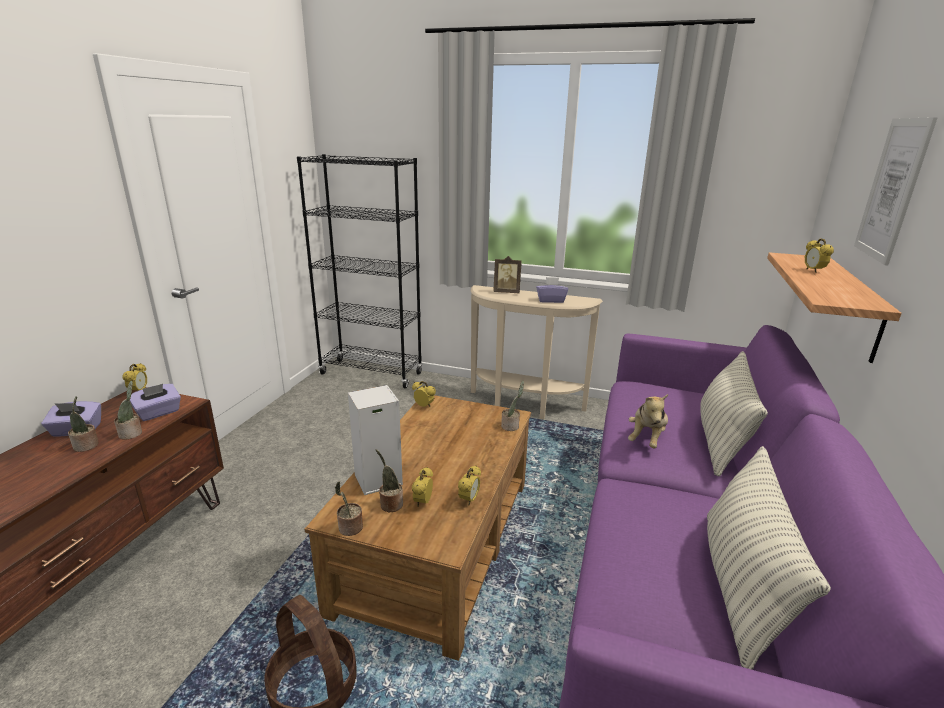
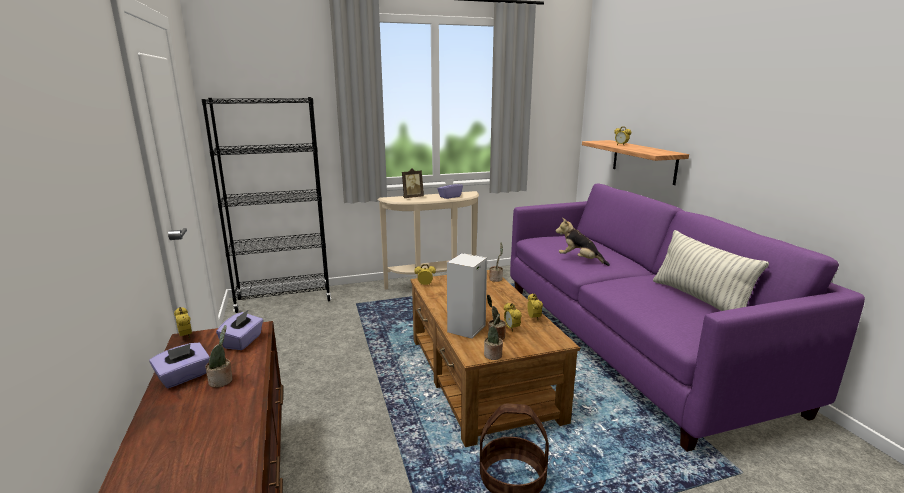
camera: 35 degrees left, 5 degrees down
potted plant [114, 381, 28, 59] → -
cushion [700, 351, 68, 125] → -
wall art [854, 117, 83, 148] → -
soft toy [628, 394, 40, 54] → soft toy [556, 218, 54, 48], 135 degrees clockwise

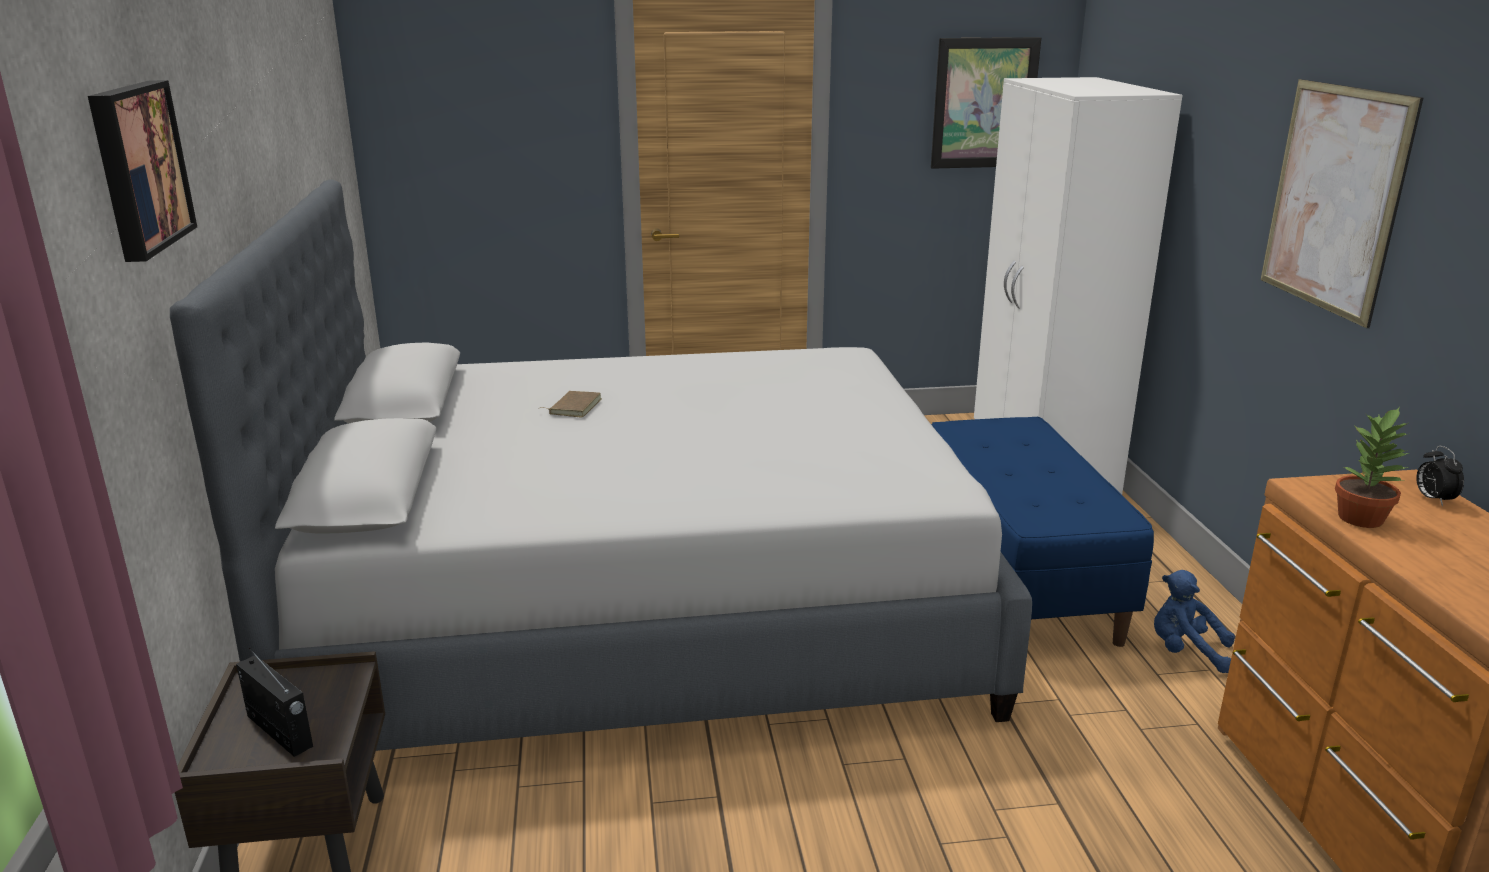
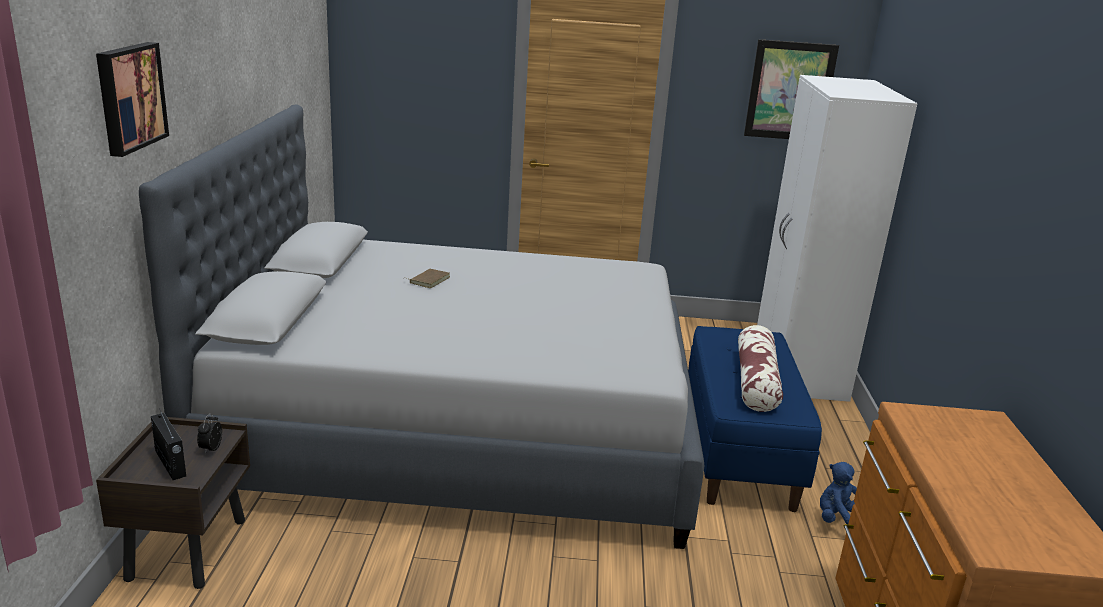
camera: 10 degrees right, 0 degrees up
wall art [1261, 79, 162, 249] → -
potted plant [1335, 407, 74, 121] → -
- → cushion [738, 325, 45, 87]
bedside clock [1416, 446, 48, 60] → bedside clock [197, 413, 25, 41], shifted

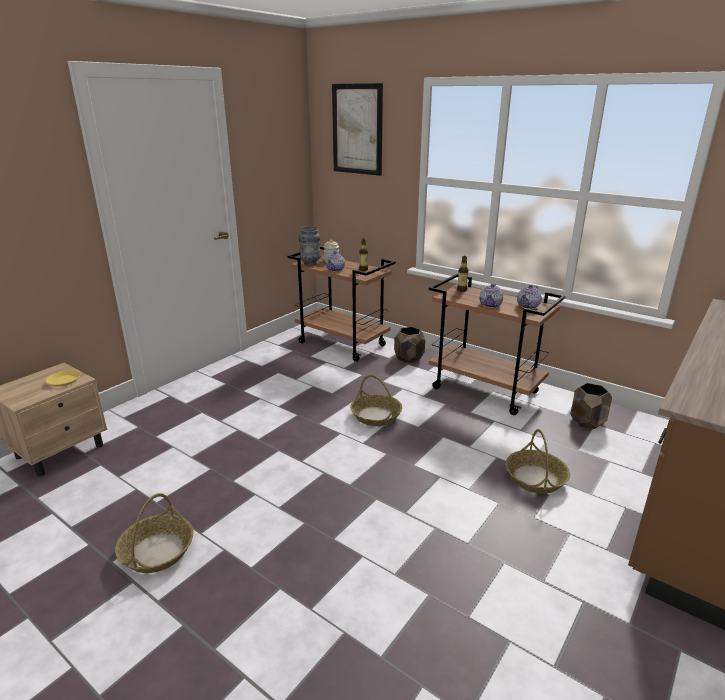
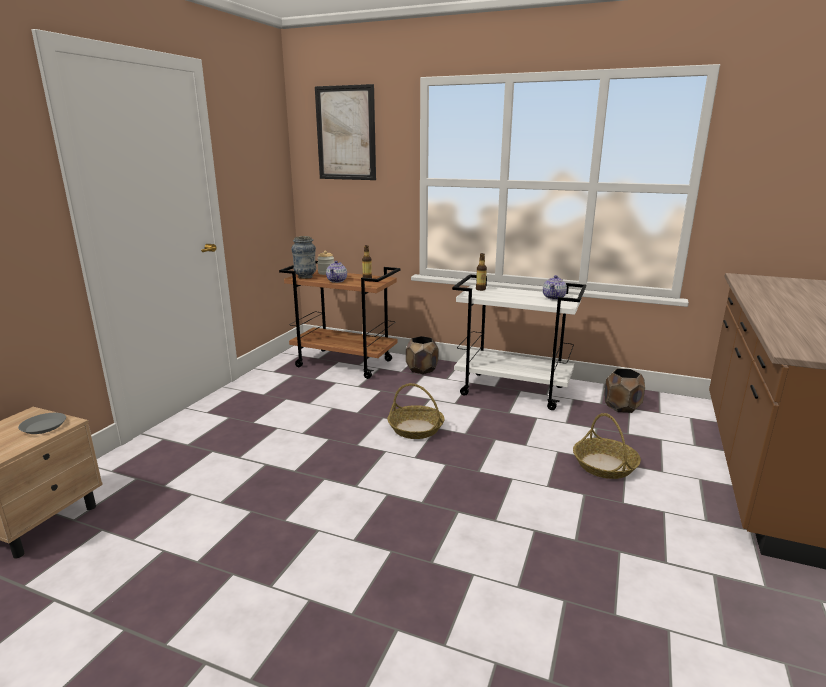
camera: 15 degrees left, 5 degrees down
basket [115, 493, 79, 80] → -
pot for tea [480, 283, 23, 25] → -
yellow flat dish [46, 370, 34, 17] → grey flat dish [18, 413, 48, 21]
brown wheeled cart [429, 274, 136, 141] → white-coloured wheeled cart [452, 274, 134, 136]

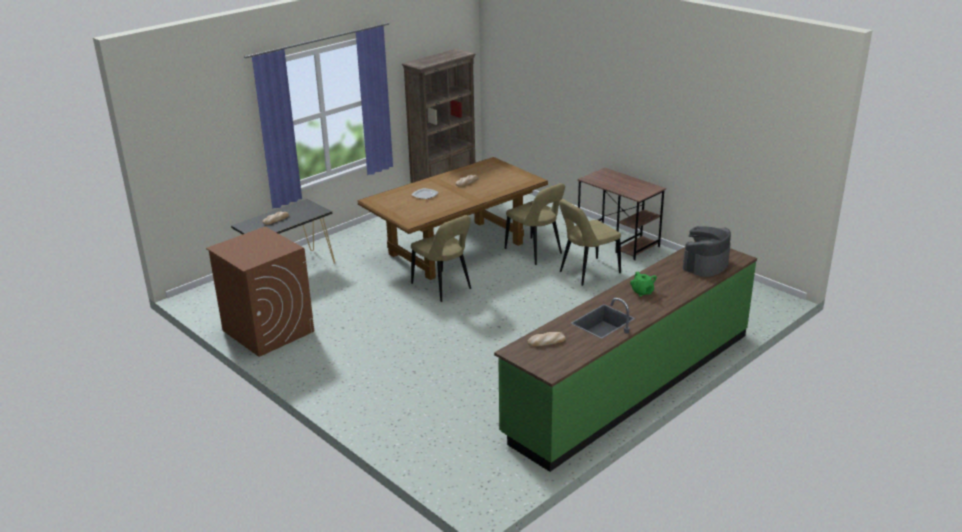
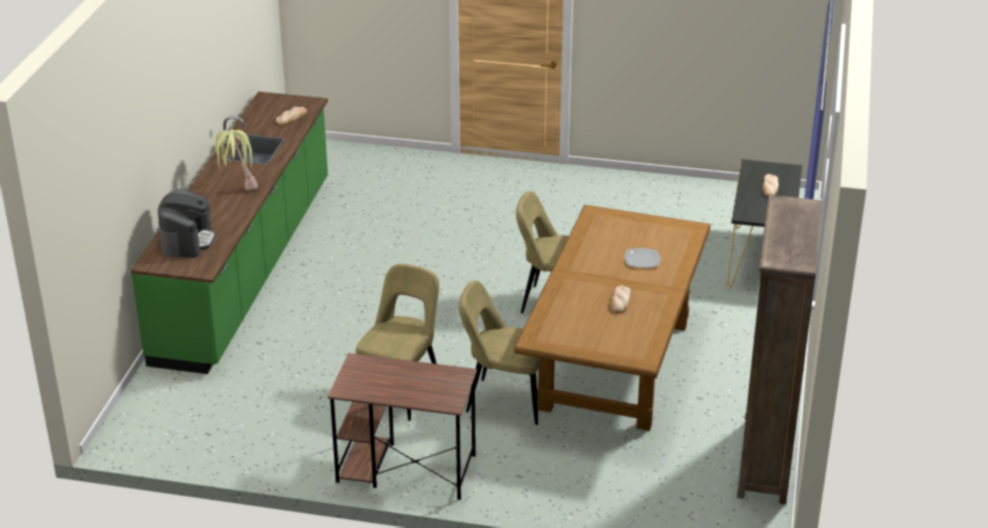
camera: 145 degrees right, 5 degrees up
brown washing machine [206, 227, 108, 130] → -
greenish pot for tea [630, 272, 27, 24] → potted plant [213, 129, 45, 62]

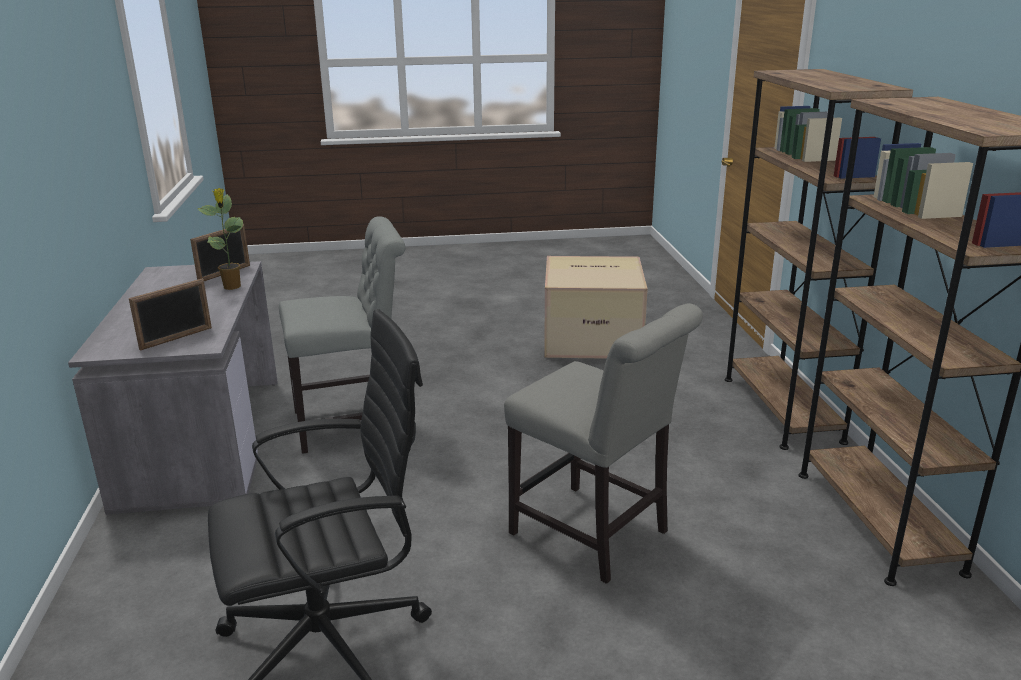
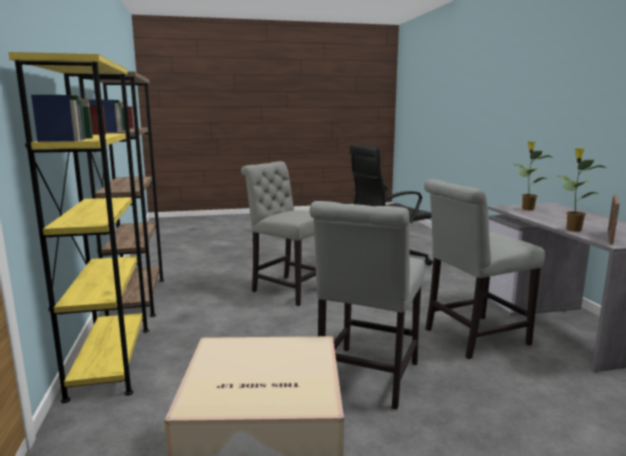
camera: 175 degrees right, 10 degrees down
- → grey upright chair [310, 201, 115, 209]
standing frame [129, 279, 83, 71] → potted plant [514, 141, 40, 69]
brown shelving unit [725, 69, 188, 381] → yellow shelving unit [8, 52, 141, 351]

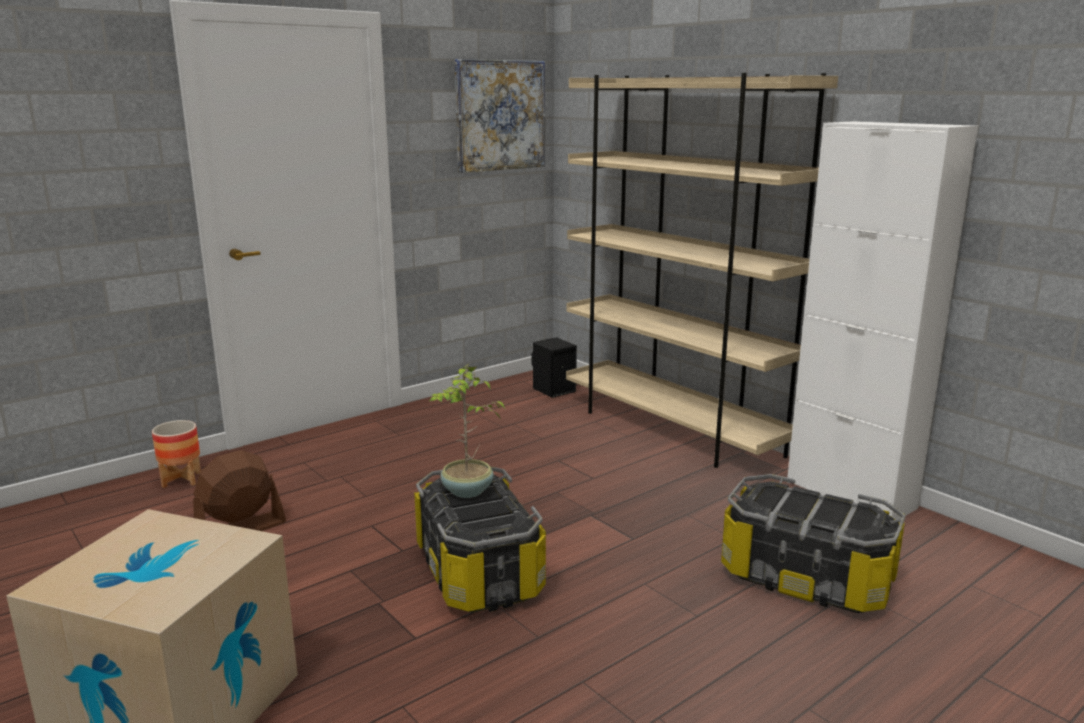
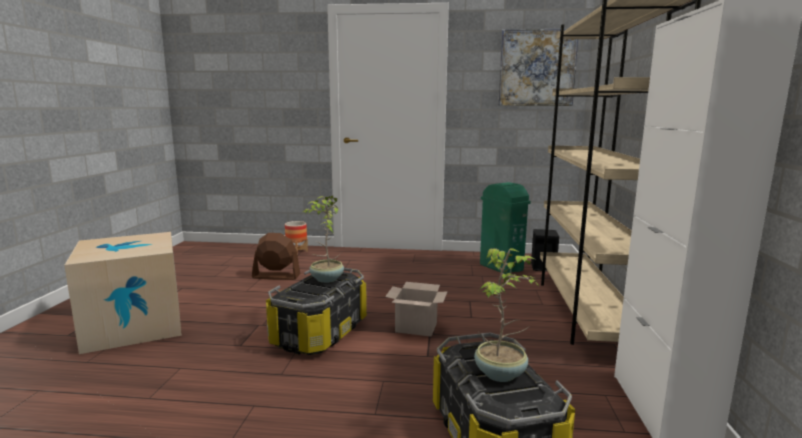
camera: 45 degrees right, 5 degrees down
- → cardboard box [385, 282, 63, 55]
- → potted plant [474, 248, 65, 134]
- → greenish rubbish bin [480, 182, 51, 92]

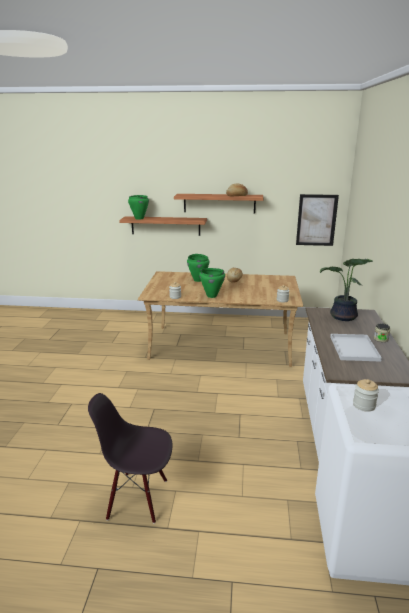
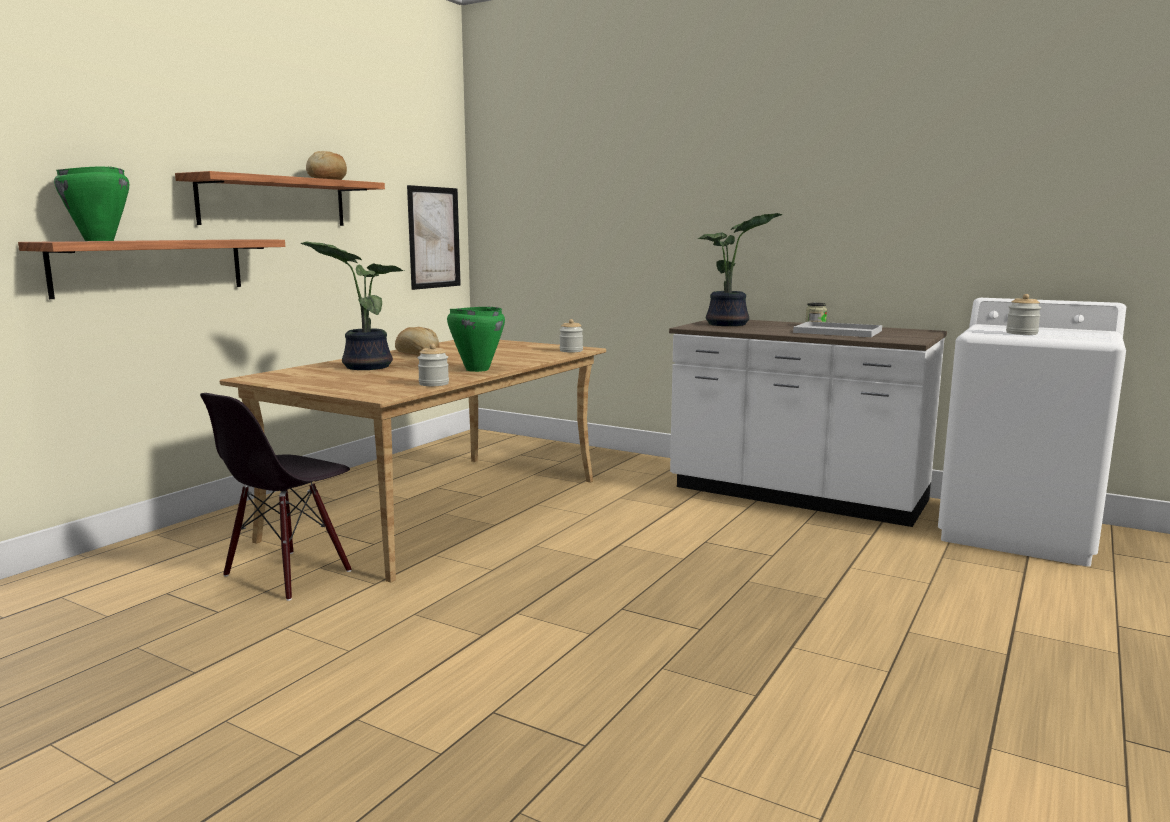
camera: 65 degrees left, 10 degrees down
blackish upright chair [88, 393, 84, 131] → blackish upright chair [200, 393, 151, 208], shifted
greenish cooking pot [187, 254, 22, 28] → potted plant [301, 241, 103, 129]

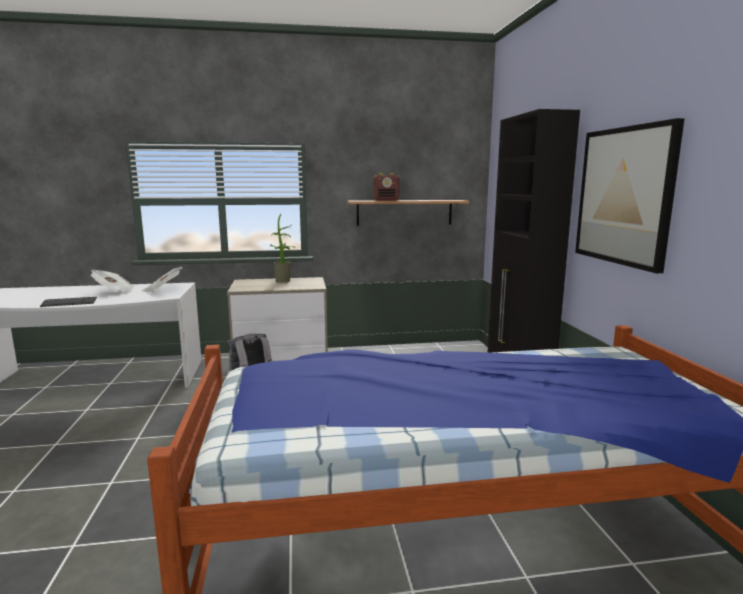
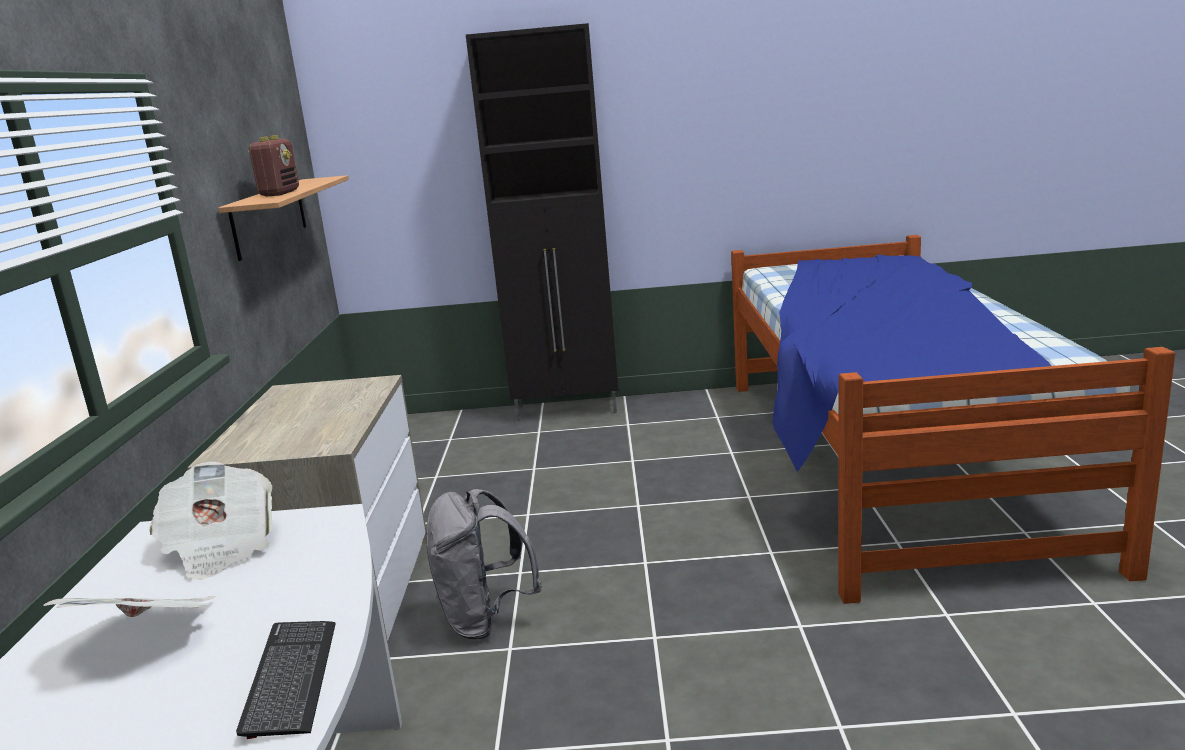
camera: 80 degrees left, 5 degrees up
potted plant [270, 214, 26, 69] → -
wall art [575, 118, 109, 155] → -

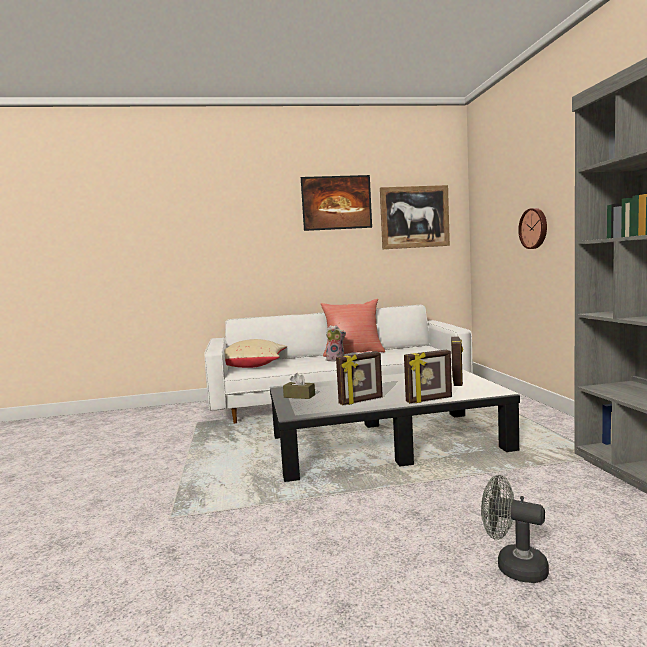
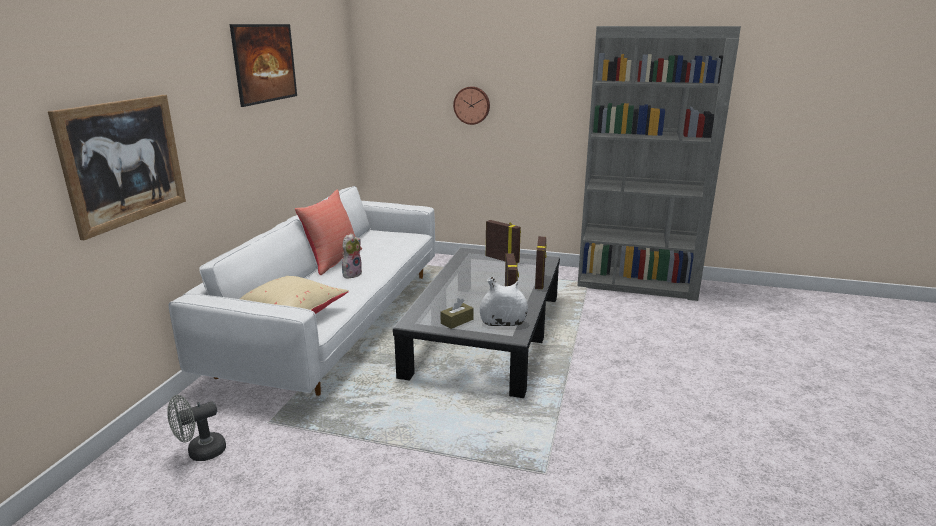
camera: 65 degrees left, 15 degrees up
- → white-coloured vase [480, 277, 48, 49]
wall art [380, 185, 70, 64] → wall art [48, 95, 138, 145], shifted
grey electric fan [481, 475, 68, 108] → grey electric fan [167, 395, 59, 66], shifted

